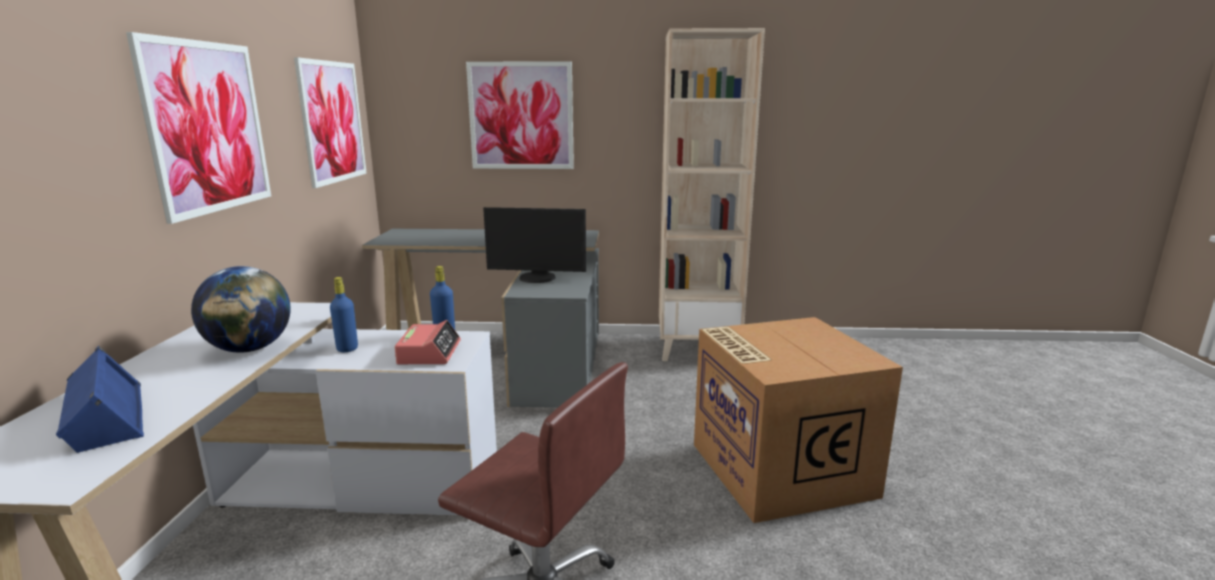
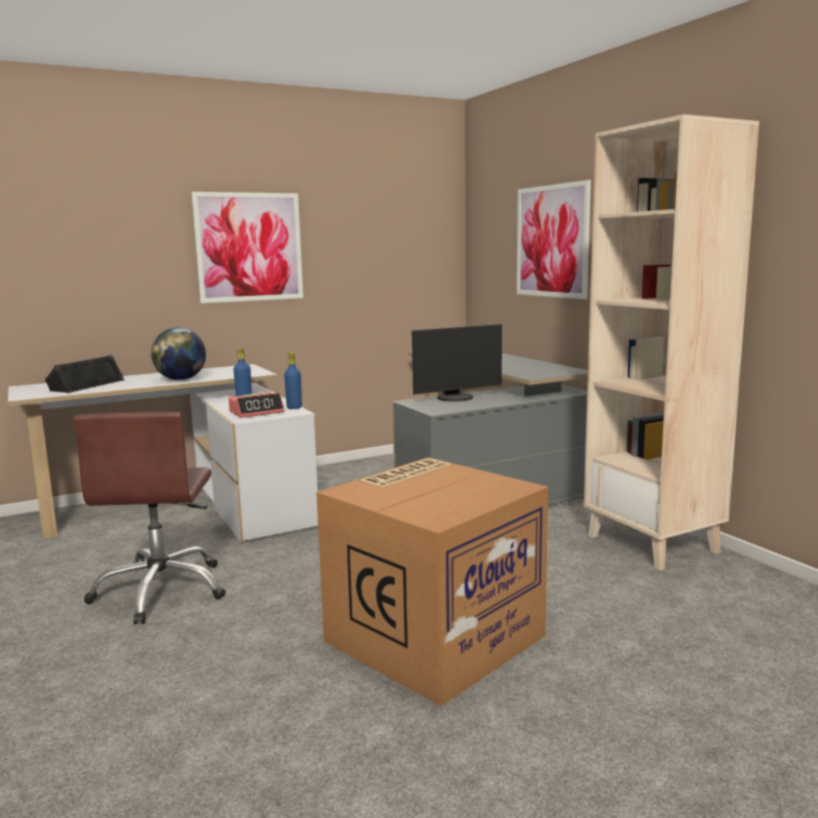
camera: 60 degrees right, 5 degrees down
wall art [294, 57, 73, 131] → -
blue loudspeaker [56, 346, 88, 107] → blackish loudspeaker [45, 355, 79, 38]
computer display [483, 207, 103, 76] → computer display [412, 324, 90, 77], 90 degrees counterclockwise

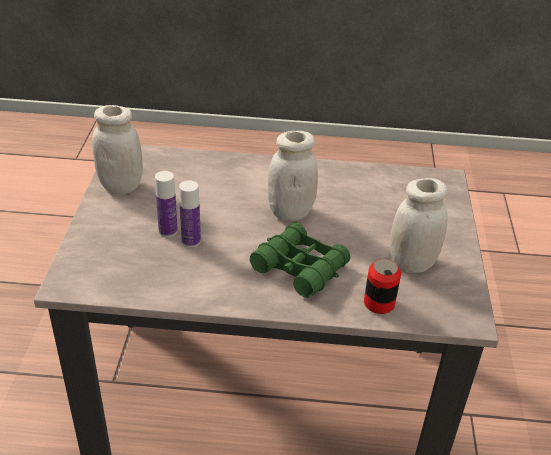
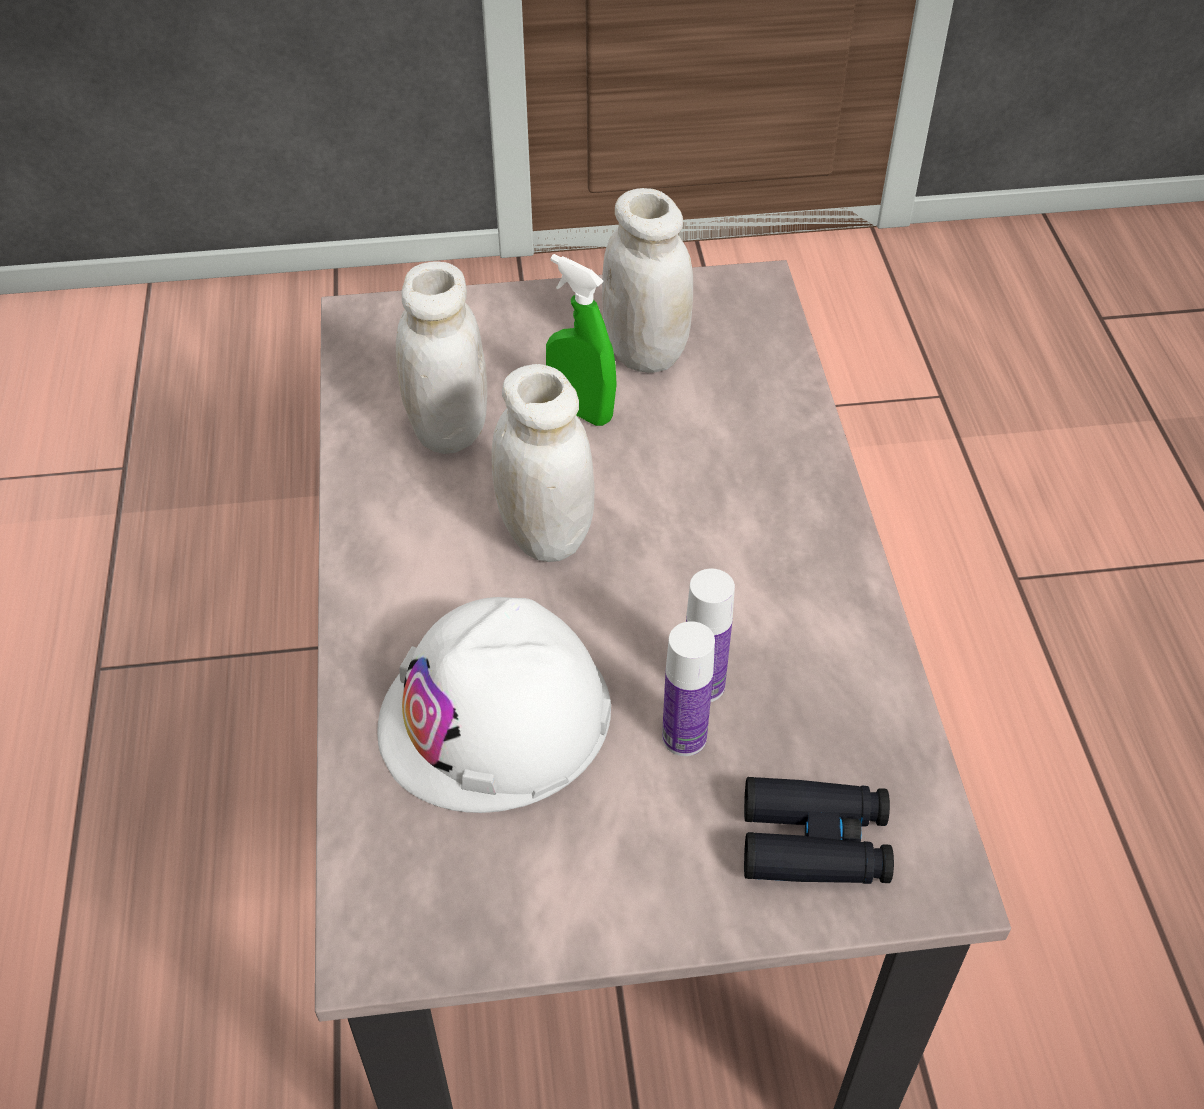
camera: 100 degrees left, 10 degrees up
greenish binoculars [250, 222, 101, 76] → -
sealed can [364, 259, 37, 55] → -
- → white-coloured work helmet [377, 597, 234, 216]
- → greenish hand sprayer [546, 254, 71, 172]
- → blackish binoculars [744, 777, 150, 107]
white-coloured preserve jar [92, 105, 51, 89] → white-coloured preserve jar [396, 261, 91, 193], shifted

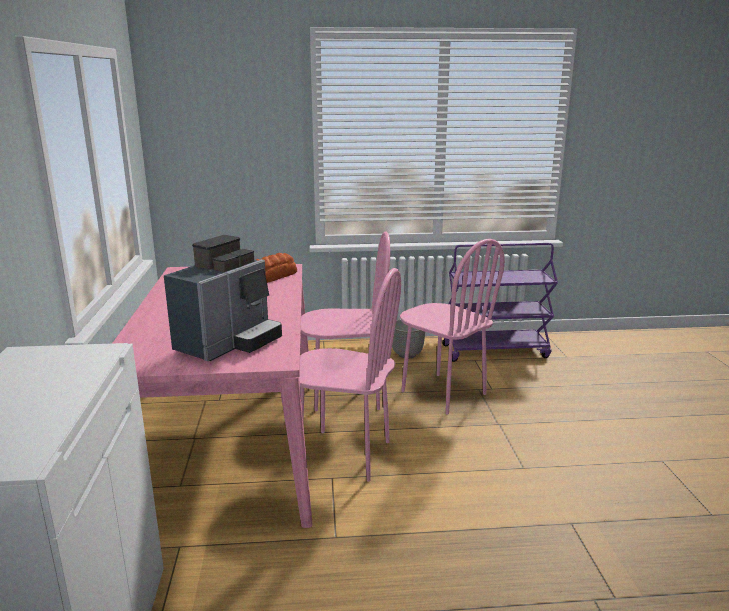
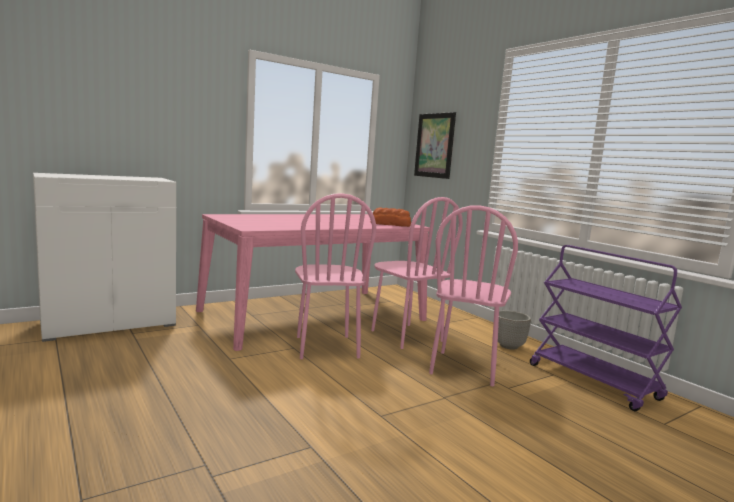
camera: 60 degrees right, 10 degrees down
coffee maker [164, 235, 118, 126] → -
- → wall art [414, 112, 42, 67]

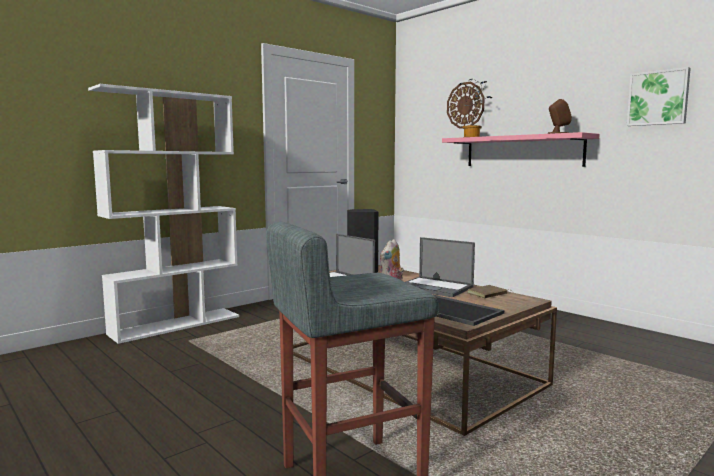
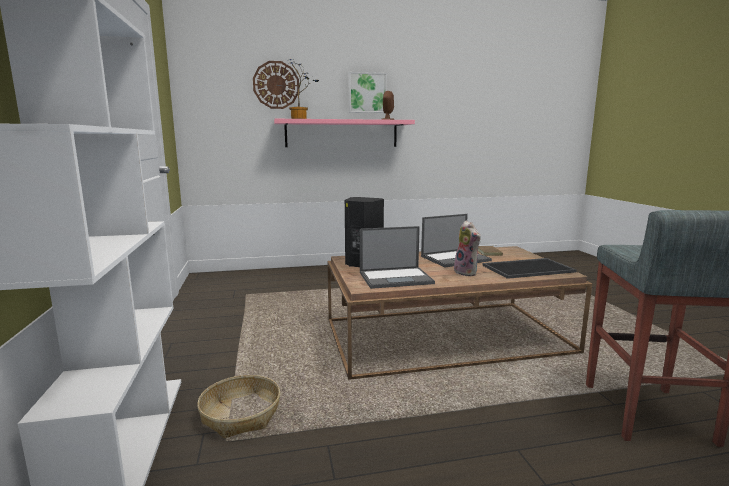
camera: 60 degrees left, 5 degrees up
- → basket [197, 375, 83, 64]
wall art [627, 67, 64, 59] → wall art [349, 72, 38, 41], shifted

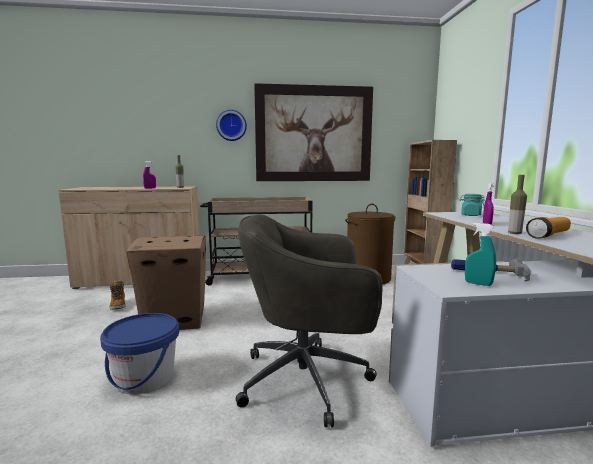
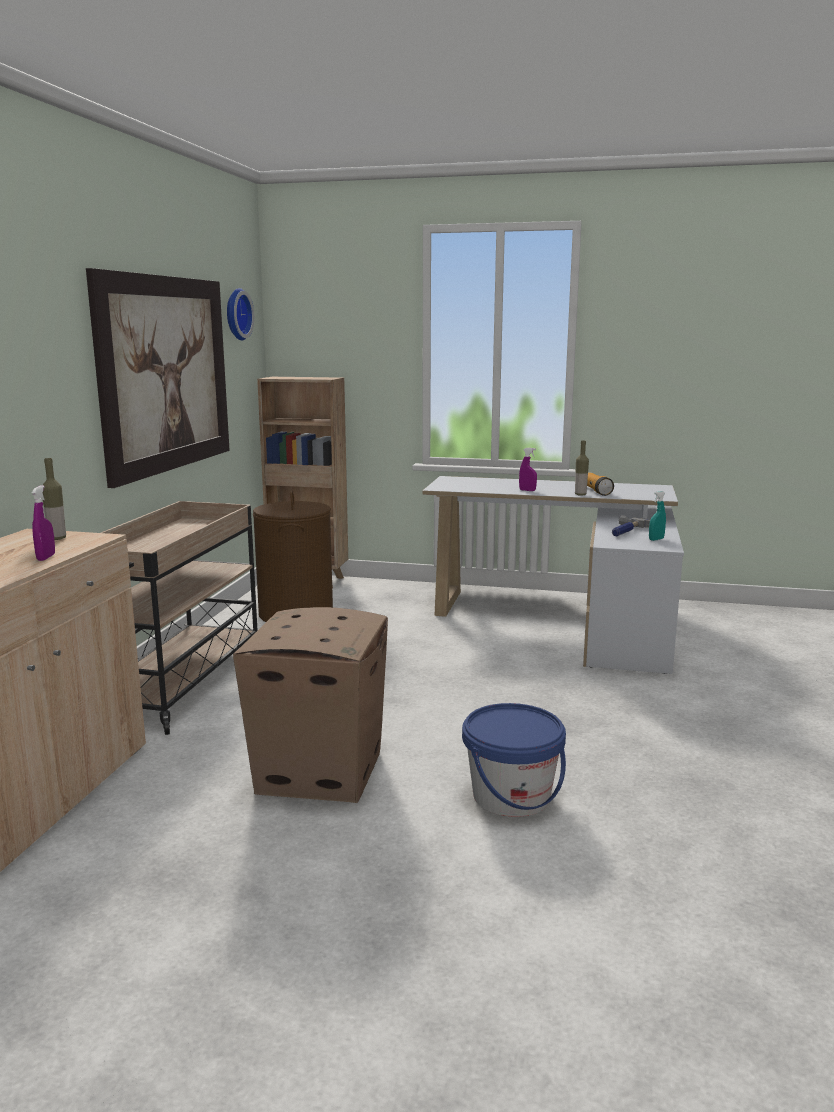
camera: 70 degrees left, 5 degrees up
high-top boot [109, 280, 17, 30] → -
grey computer chair [236, 214, 147, 213] → -
blue-green preserve jar [459, 194, 26, 22] → -
clock on the wall [216, 110, 31, 31] → clock on the wall [227, 288, 27, 53], shifted

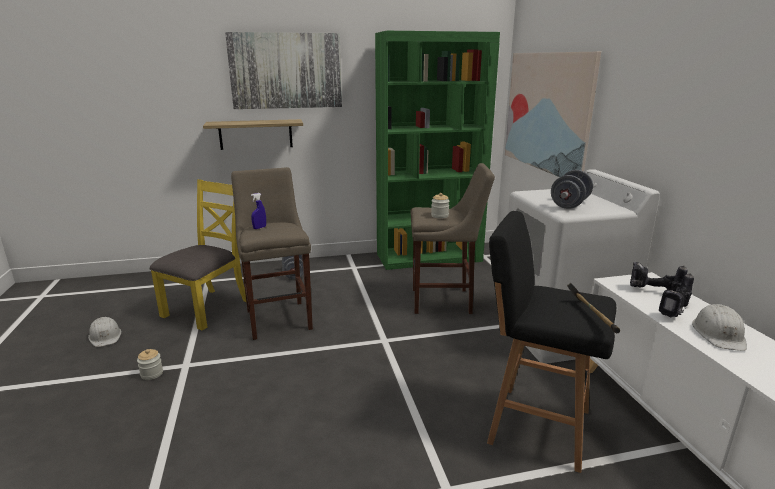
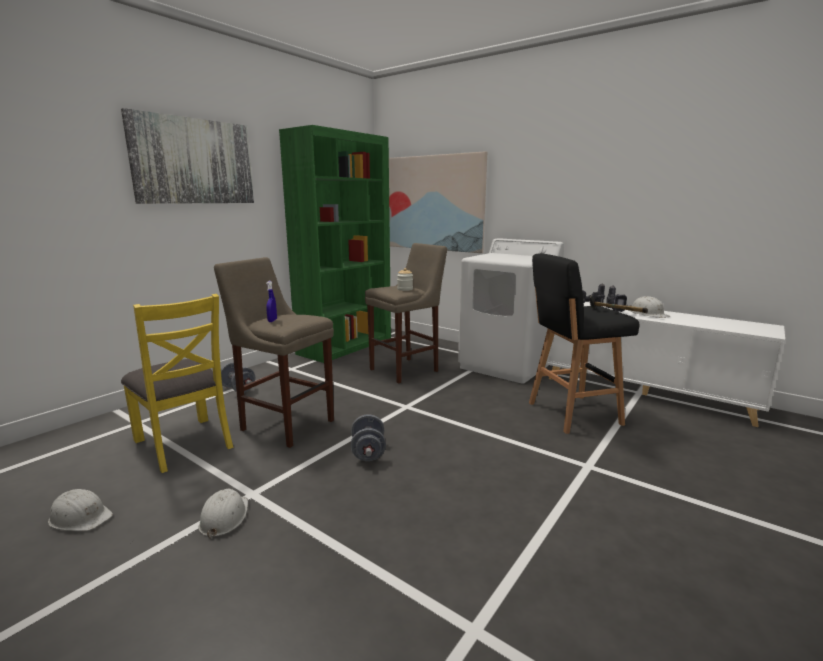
camera: 40 degrees left, 5 degrees down
shelf [203, 119, 100, 31] → -
grey free weight [551, 170, 42, 39] → grey free weight [351, 414, 35, 47], shifted
preserve jar [137, 349, 26, 31] → white-coloured work helmet [198, 488, 50, 51]
yellow upright chair [150, 179, 96, 151] → yellow upright chair [121, 294, 112, 179], 150 degrees clockwise

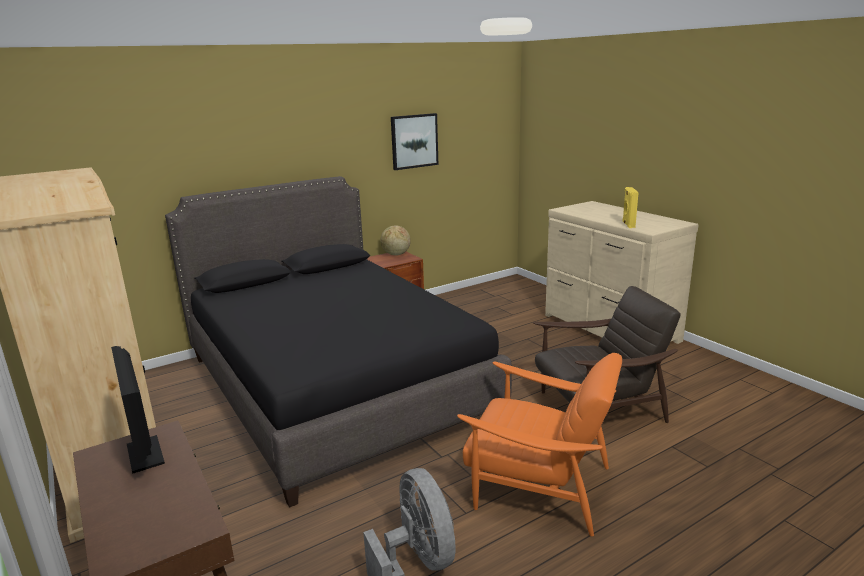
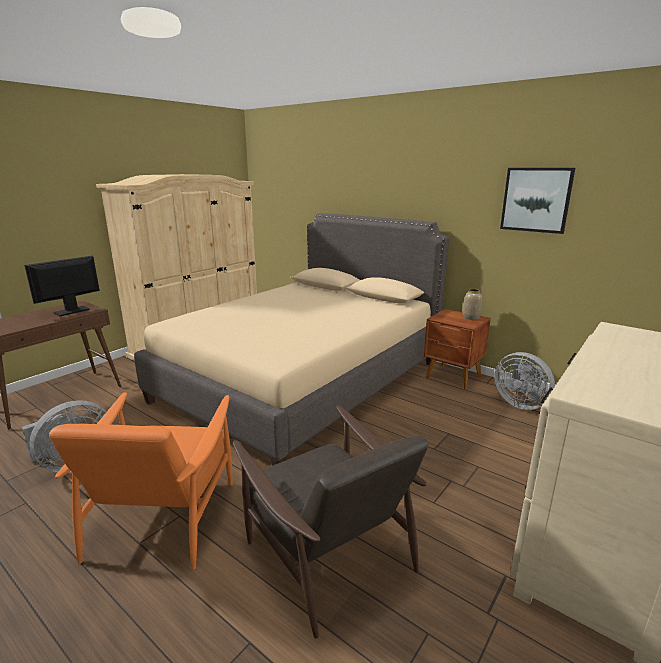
camera: 70 degrees right, 0 degrees up
yellow loudspeaker [622, 187, 17, 41] → -
- → grey electric fan [494, 352, 61, 58]
world globe [380, 225, 31, 31] → vase [462, 289, 21, 31]
blackish sleeping bed [165, 176, 347, 332] → sand-coloured sleeping bed [134, 213, 315, 253]

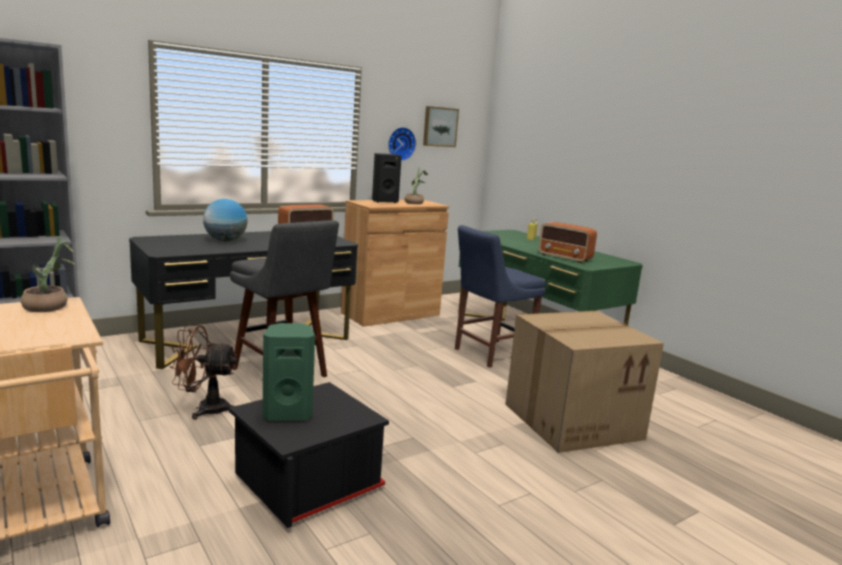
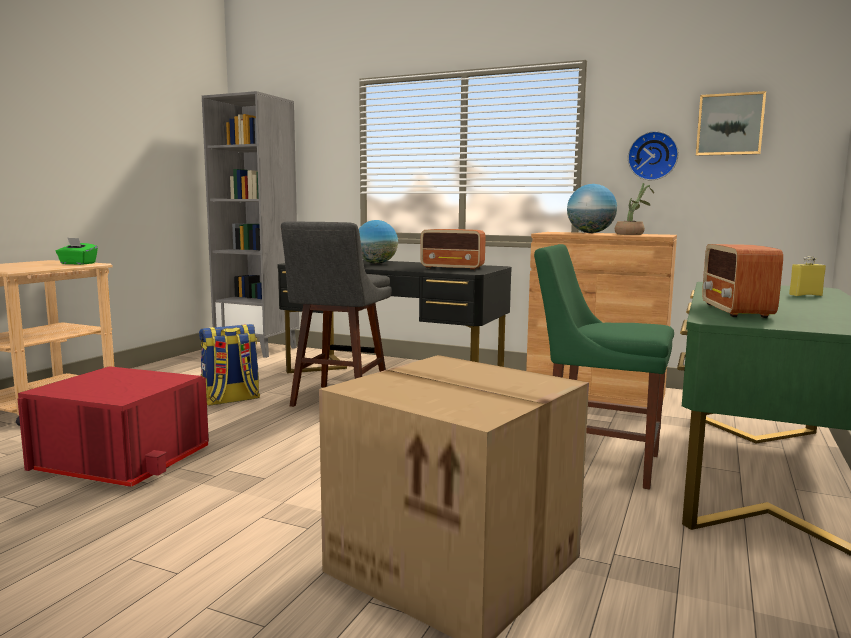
camera: 60 degrees right, 5 degrees down
greenish loudspeaker [262, 323, 53, 98] → -
potted plant [21, 236, 55, 76] → greenish box of tissues [56, 238, 42, 27]
brown electric fan [170, 325, 68, 94] → backpack [199, 324, 61, 82]
blackish loudspeaker [372, 153, 30, 50] → world globe [567, 184, 50, 49]
blackish storage container [229, 382, 160, 146] → red storage container [17, 366, 192, 121]
blue upright chair [455, 225, 91, 143] → greenish upright chair [534, 244, 140, 246]

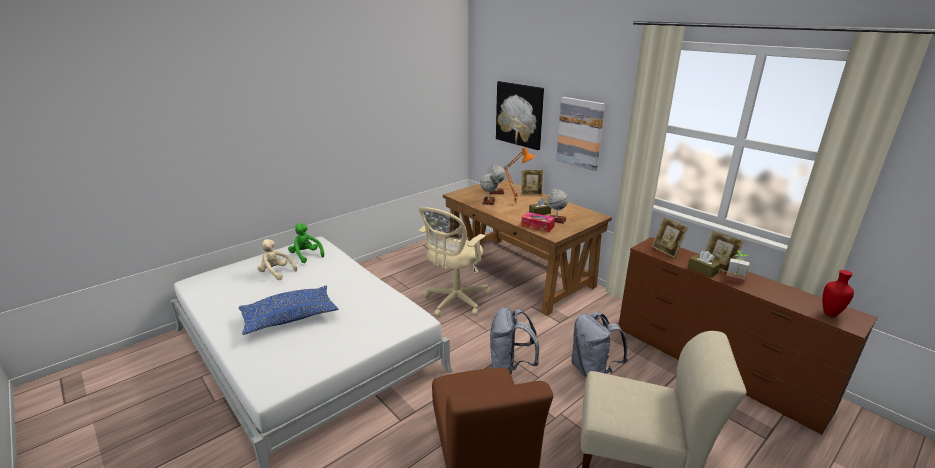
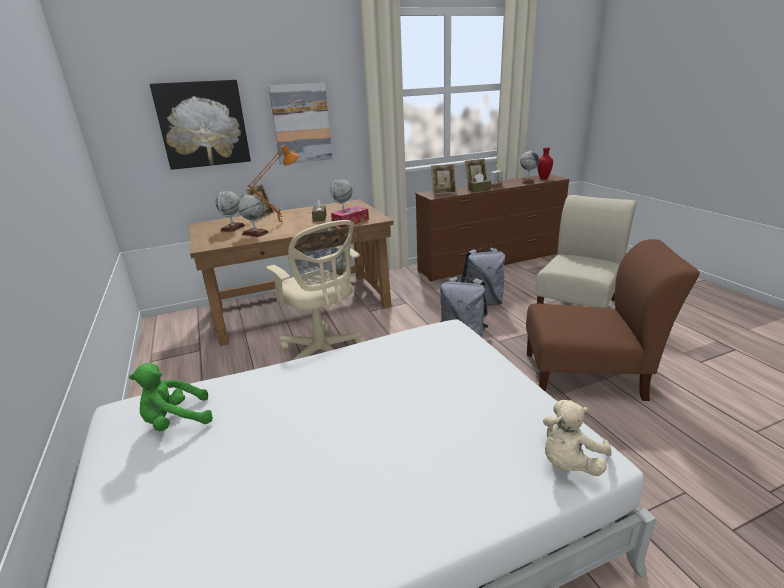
camera: 70 degrees left, 0 degrees up
blue cushion [239, 286, 99, 49] → -
- → world globe [520, 149, 19, 34]
sand-coloured soft toy [258, 239, 39, 41] → sand-coloured soft toy [543, 400, 69, 76], shifted

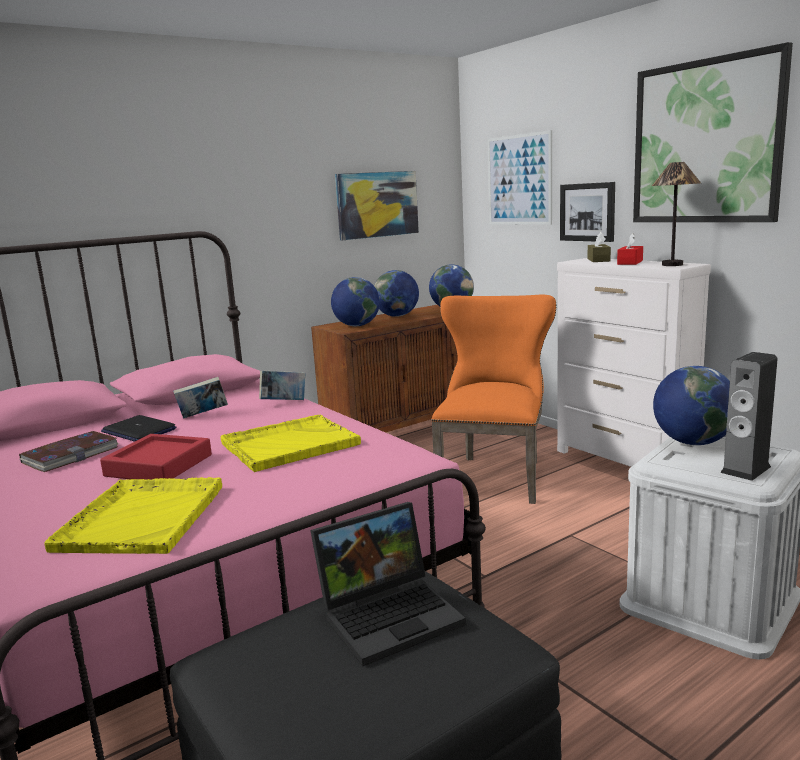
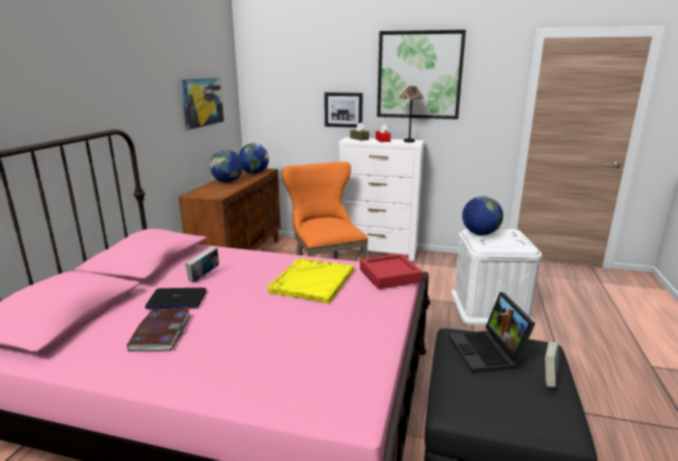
camera: 40 degrees left, 5 degrees up
yellow serving tray [44, 477, 178, 77] → -
world globe [331, 277, 49, 49] → -
wall art [488, 130, 64, 95] → -
loudspeaker [720, 352, 58, 129] → -
red serving tray [100, 434, 112, 46] → red serving tray [360, 254, 63, 35], shifted
volume [259, 370, 47, 30] → volume [545, 341, 14, 46], shifted
laptop [310, 502, 156, 164] → laptop [448, 292, 87, 81], 150 degrees clockwise

